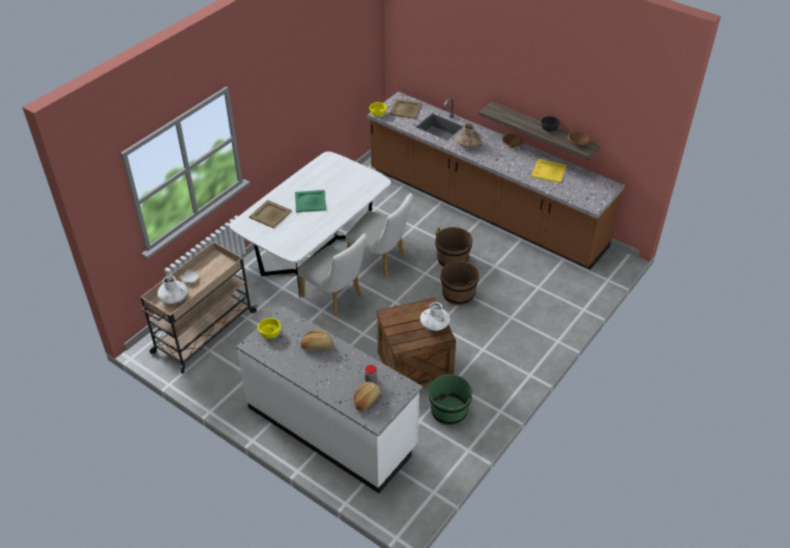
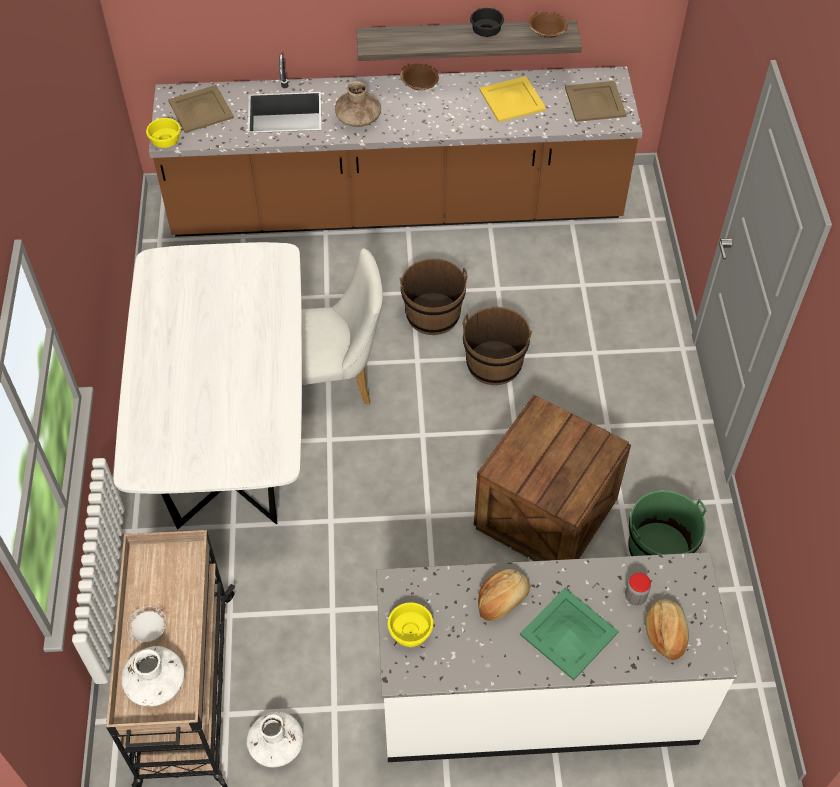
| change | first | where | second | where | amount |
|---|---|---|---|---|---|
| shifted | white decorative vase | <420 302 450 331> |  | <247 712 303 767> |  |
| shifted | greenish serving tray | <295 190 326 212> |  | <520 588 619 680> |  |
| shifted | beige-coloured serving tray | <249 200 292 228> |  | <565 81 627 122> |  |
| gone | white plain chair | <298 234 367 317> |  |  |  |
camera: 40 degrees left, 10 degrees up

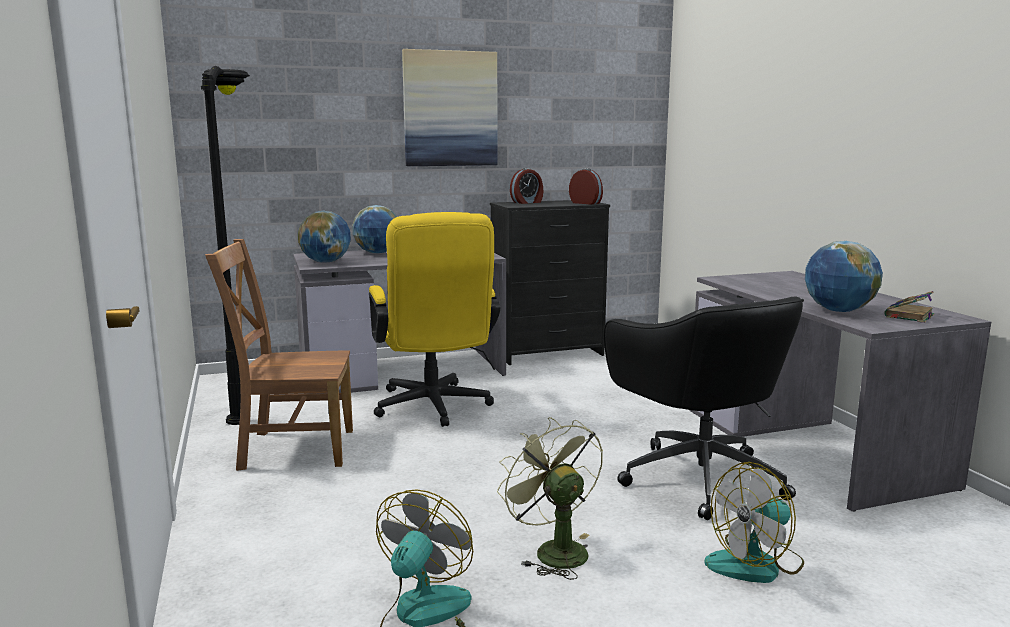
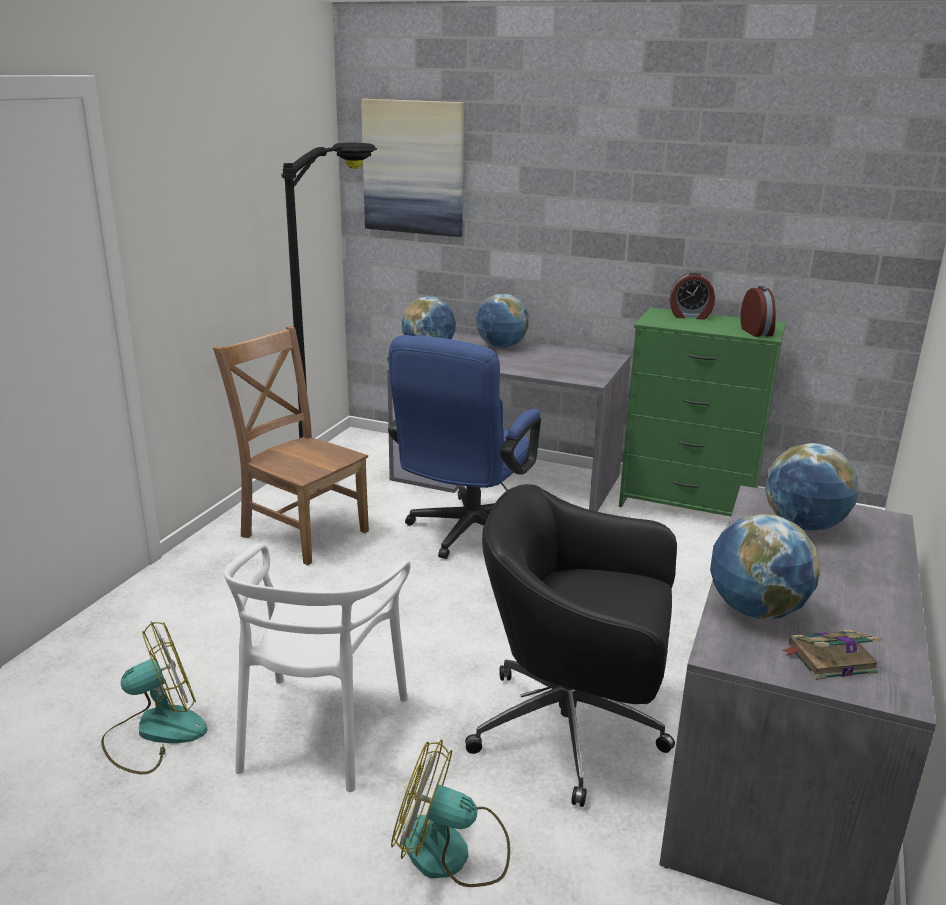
| change | first | where | second | where | amount |
|---|---|---|---|---|---|
| swapped | greenish cooling fan | <497 417 603 580> | white plain chair | <224 543 410 792> |  |
| shifted | picture | <402 49 498 166> |  | <361 99 464 237> |  |
| repainted | yellow computer chair | <369 212 500 427> | bluish computer chair | <388 335 541 559> |  |
| rotated | blackish computer chair | <604 296 804 520> |  | <465 484 677 807> | 90 degrees clockwise |
| repainted | blackish drawer chest | <490 200 610 365> | greenish drawer chest | <619 307 786 516> |  |
| new |  |  | world globe | <765 443 859 531> |  |
camera: 40 degrees right, 10 degrees up

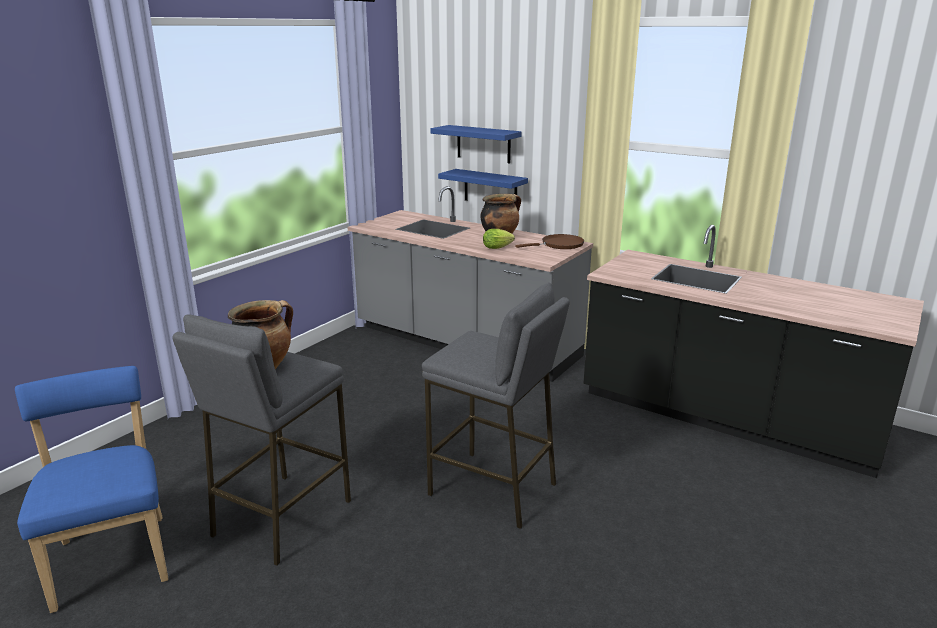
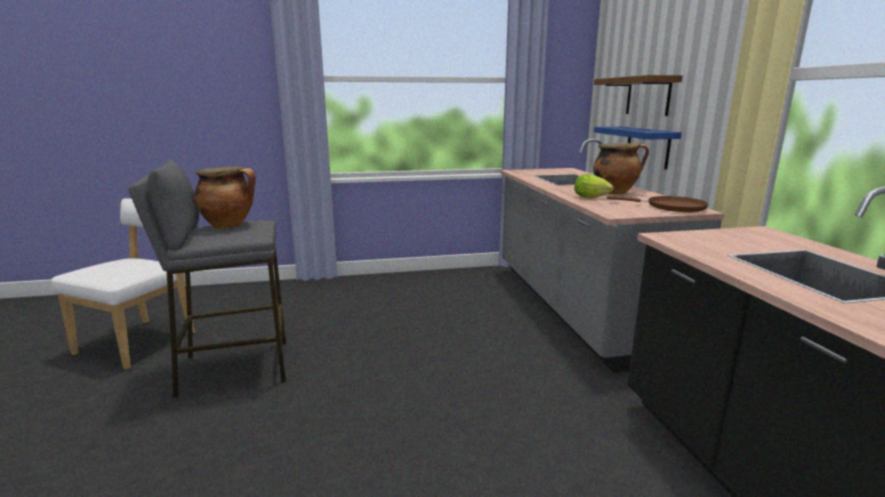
| change | first | where | second | where | amount |
|---|---|---|---|---|---|
| repainted | bluish plain chair | <15 366 168 613> | white plain chair | <51 198 195 369> |  |
| repainted | bluish shelf | <430 125 522 163> | brown shelf | <594 75 683 116> |  |
| gone | grey sitting stool | <422 282 570 529> |  |  |  |
camera: 45 degrees right, 5 degrees down

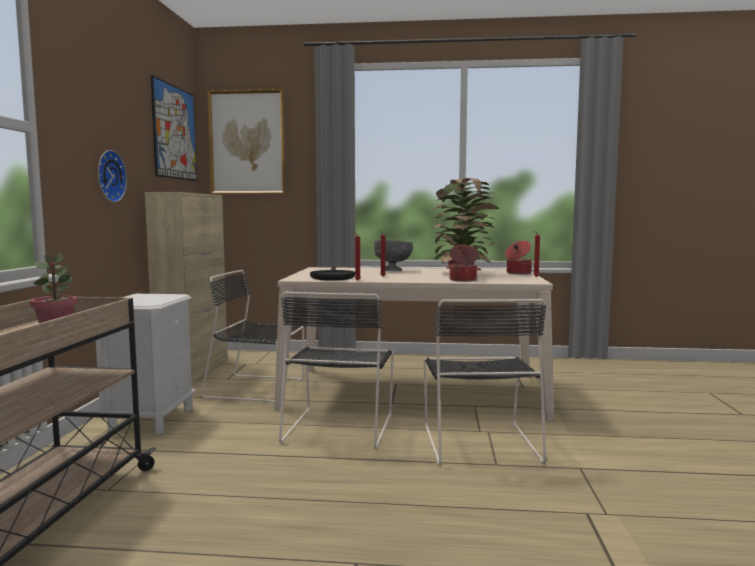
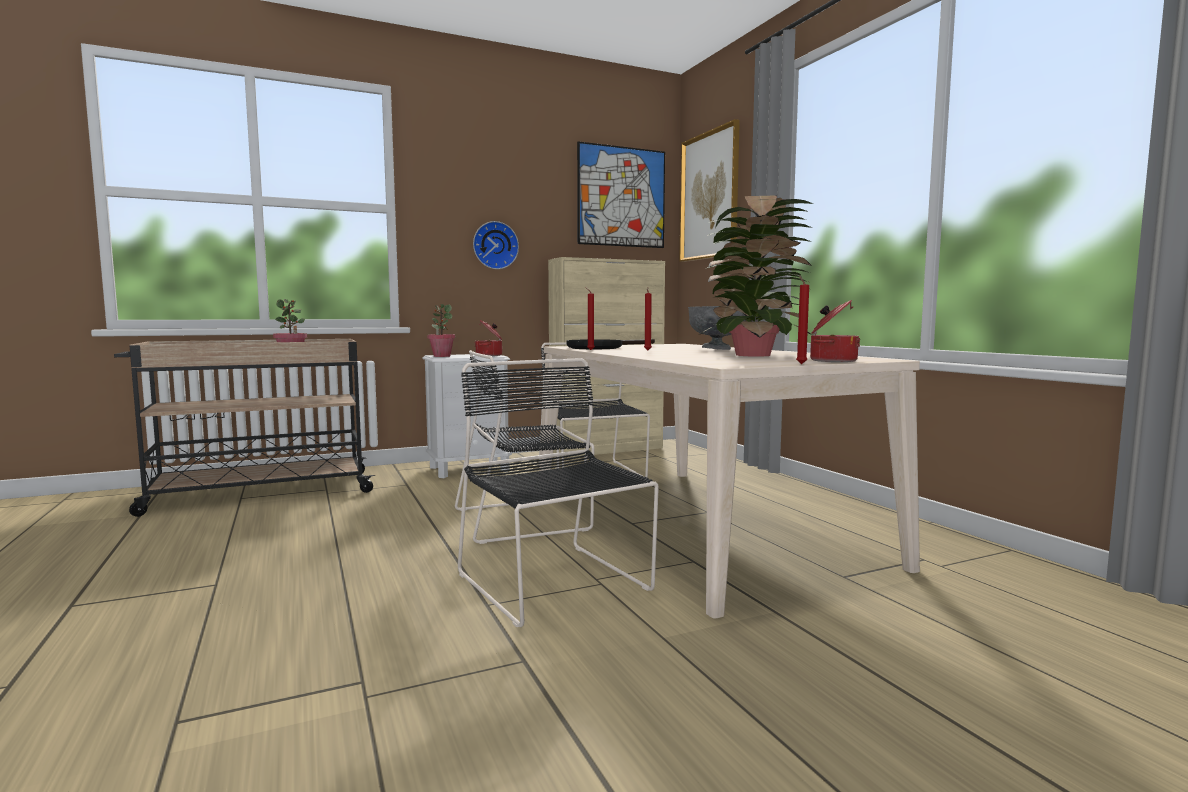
| change | first | where | second | where | amount |
|---|---|---|---|---|---|
| new |  |  | houseplant | <428 304 455 357> |  |
| rotated | blackish plain chair | <424 299 546 466> |  | <458 358 659 627> | 90 degrees clockwise |
| shifted | cooking pot | <446 245 481 282> |  | <475 320 502 356> |  |
camera: 60 degrees right, 0 degrees up

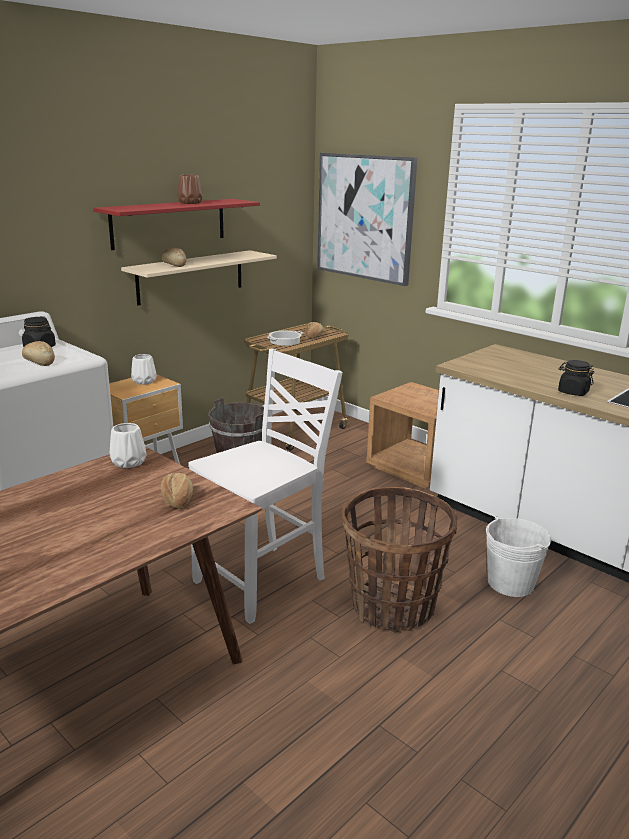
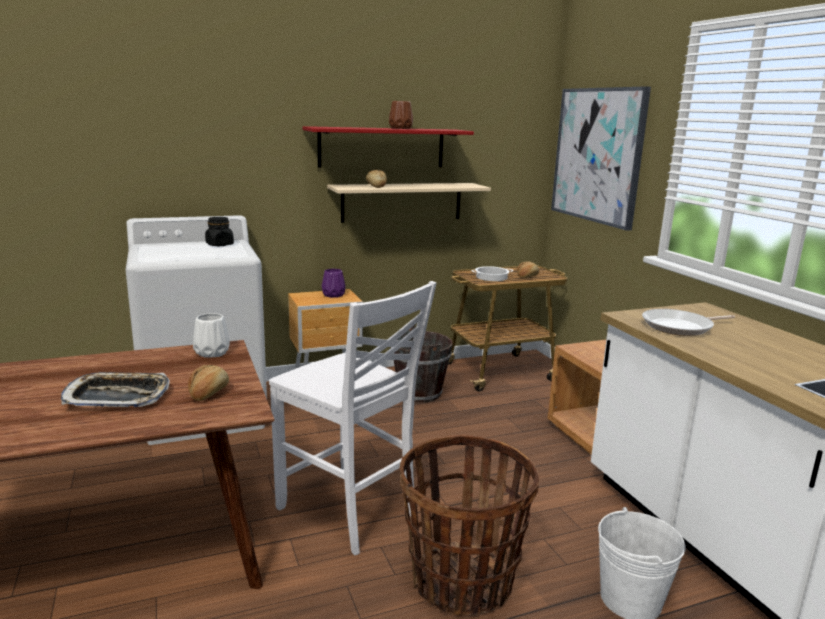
| change | first | where | second | where | amount |
|---|---|---|---|---|---|
| new |  |  | serving tray | <61 372 170 407> |  |
| rotated | white plain chair | <188 349 343 624> |  | <269 281 437 555> | 60 degrees clockwise |
| repainted | white decorative vase | <131 354 157 385> | purplish decorative vase | <322 269 345 298> |  |
| new |  |  | skillet | <642 309 735 336> |  |
| gone | baked bread | <22 341 55 366> |  |  |  |
| gone | blackish preserve jar | <558 360 594 396> |  |  |  |
camera: 25 degrees right, 5 degrees down

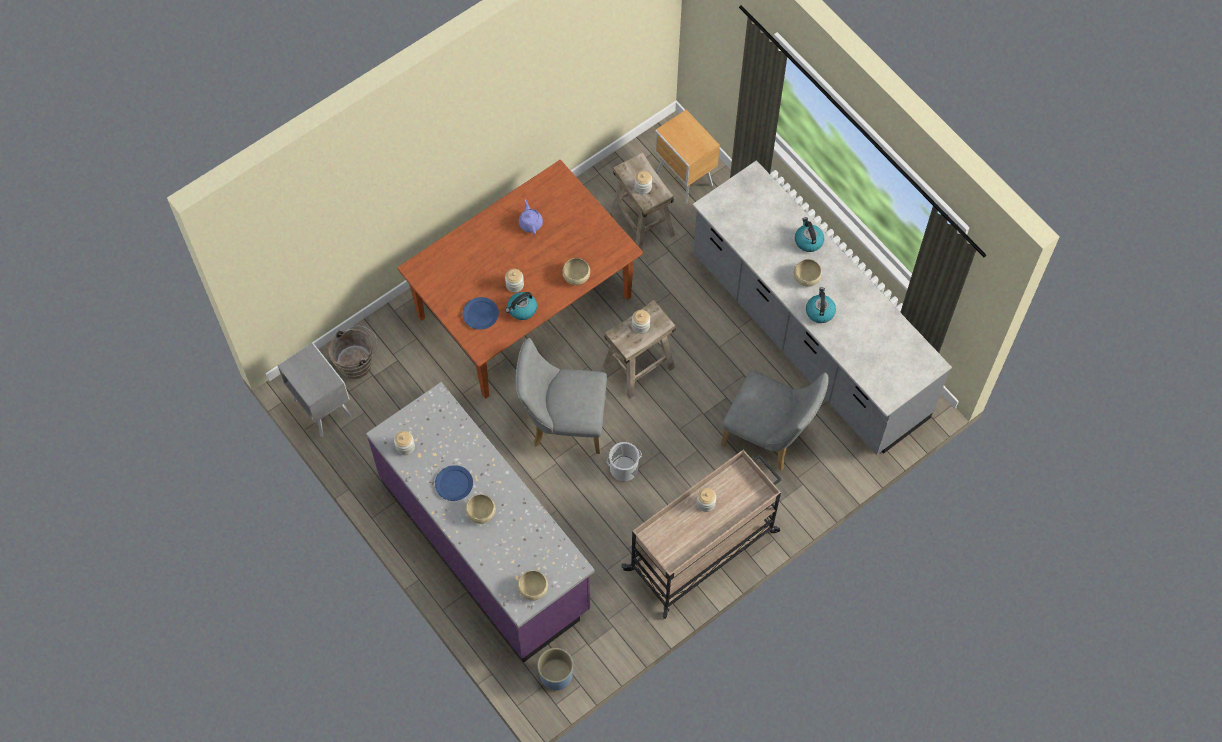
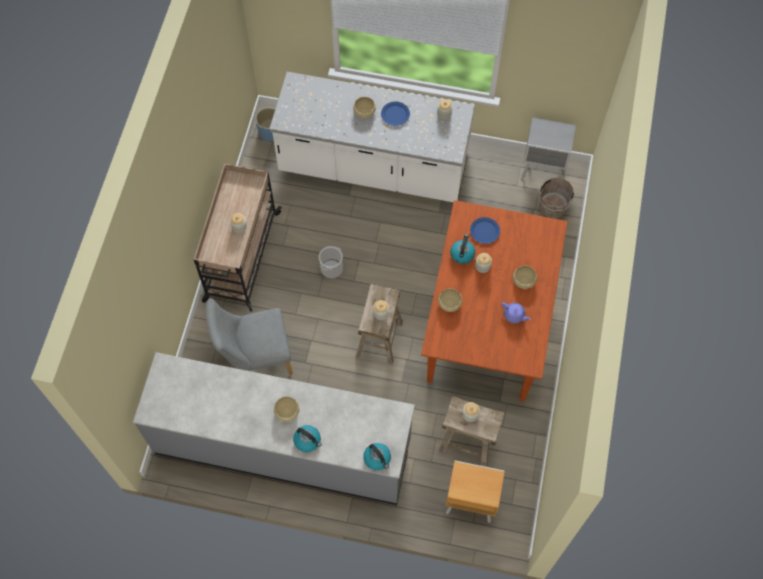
| change | first | where | second | where | amount |
|---|---|---|---|---|---|
| repainted | purplish counter | <366 382 595 662> | white counter | <269 72 475 202> |  |
| shifted | tea kettle | <806 287 836 323> |  | <363 443 391 470> |  |
| shifted | beige-coloured deep dish | <518 570 548 601> |  | <513 266 537 289> |  |
| gone | grey plain chair | <515 338 607 454> |  |  |  |
camera: 140 degrees right, 0 degrees up

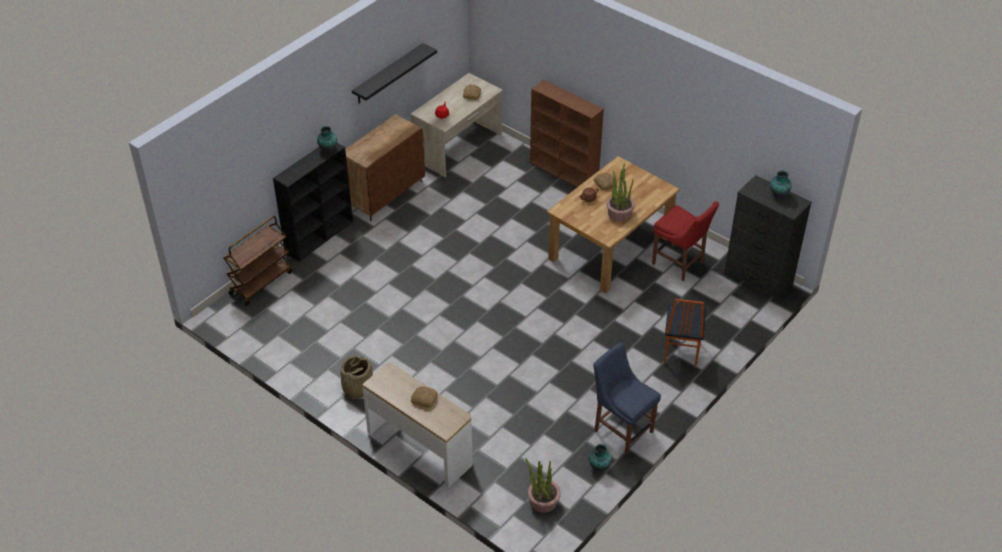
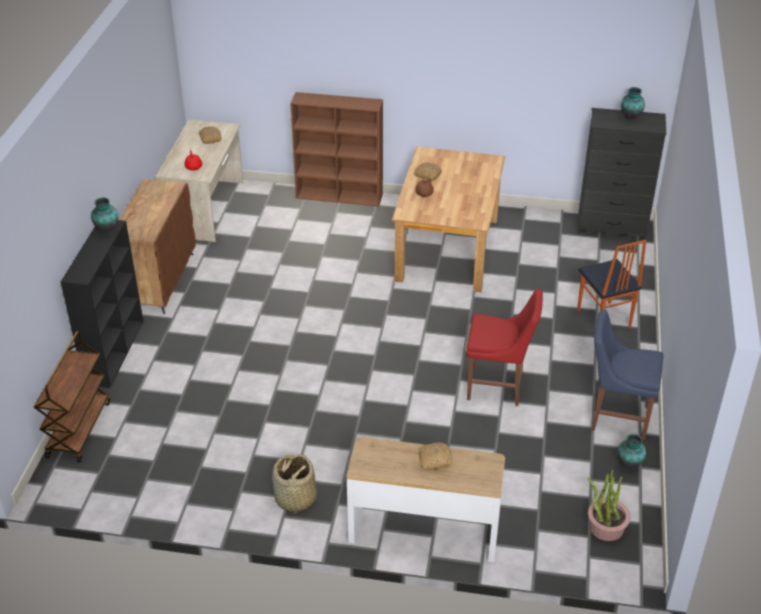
| change | first | where | second | where | amount |
|---|---|---|---|---|---|
| shifted | red plain chair | <652 201 719 281> |  | <467 289 543 406> |  |
| gone | blackish shelf | <352 43 437 104> |  |  |  |
| gone | houseplant | <606 163 635 222> |  |  |  |
camera: 30 degrees left, 5 degrees down

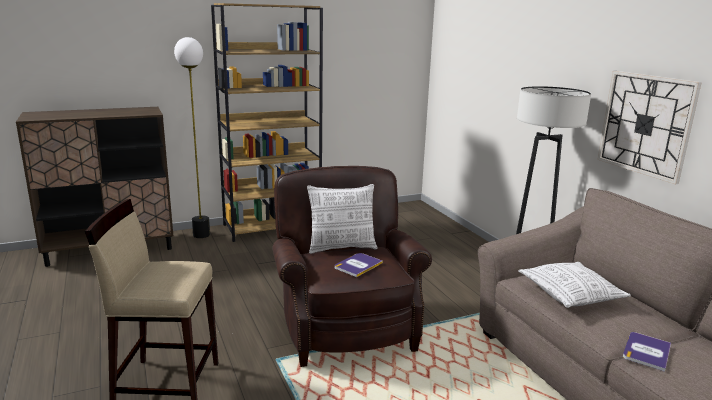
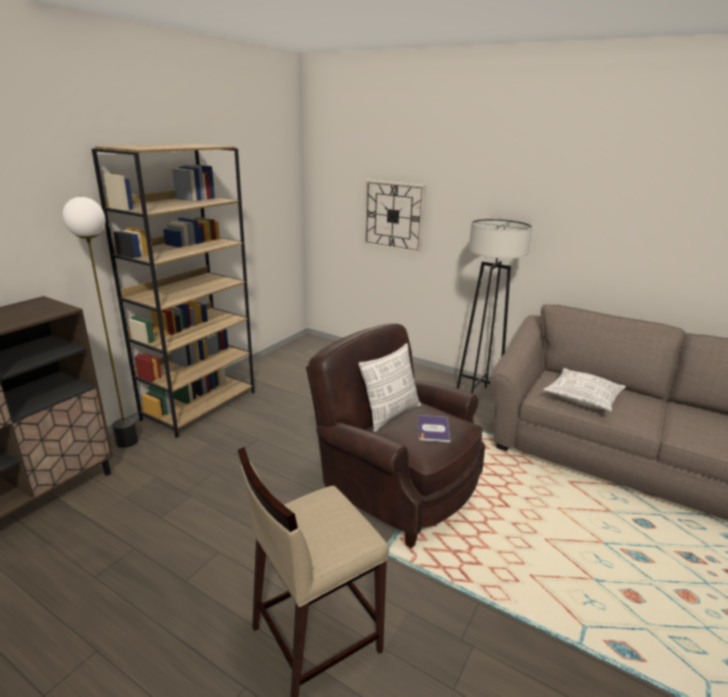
| change | first | where | second | where | amount |
|---|---|---|---|---|---|
| shifted | hanging clock | <597 71 702 185> |  | <364 179 426 254> |  |
| gone | book | <623 332 671 372> |  |  |  |
camera: 35 degrees left, 5 degrees up

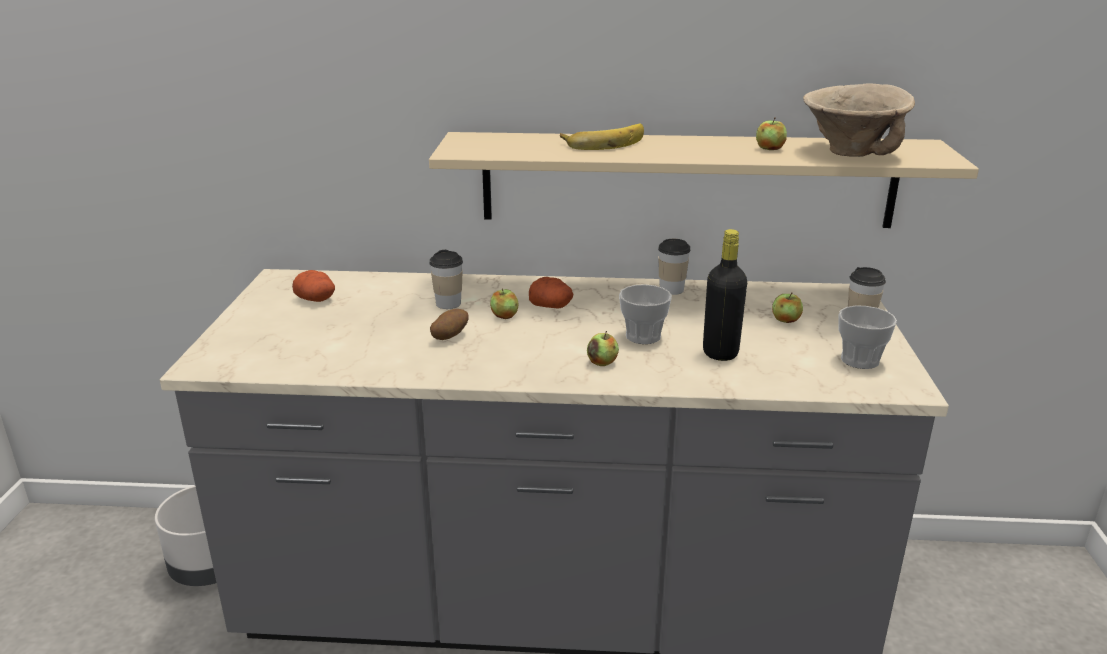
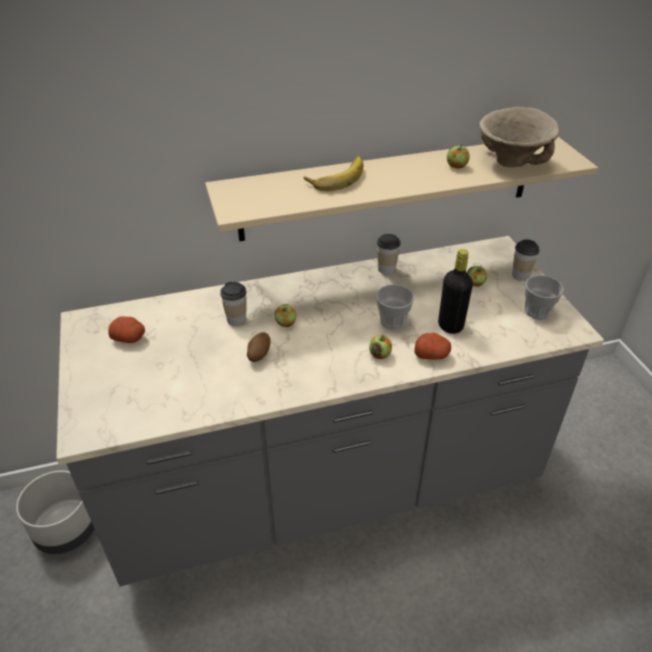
| change | first | where | second | where | amount |
|---|---|---|---|---|---|
| shifted | spud | <529 277 573 308> |  | <414 333 451 360> |  |
camera: 20 degrees left, 15 degrees up

